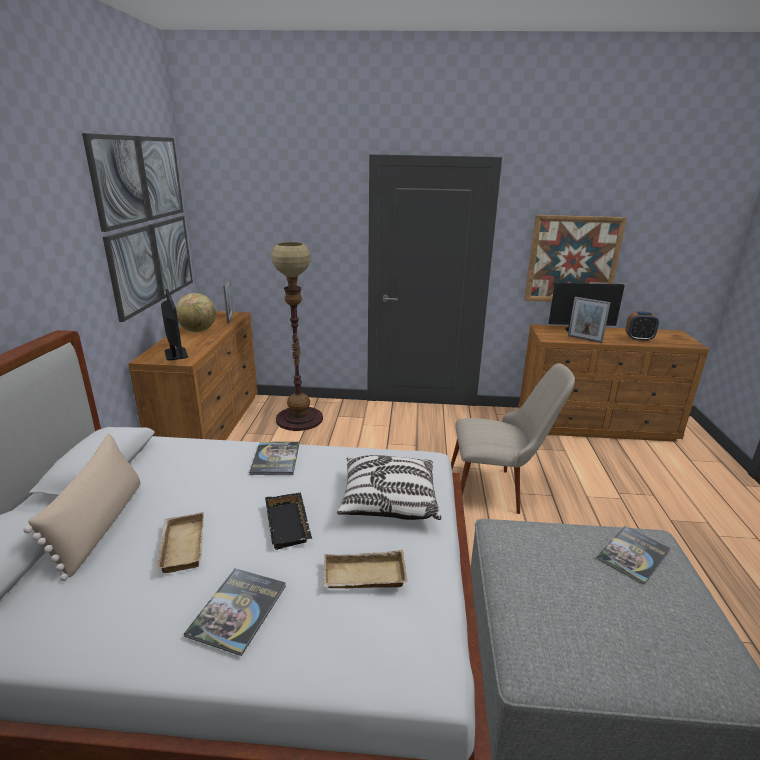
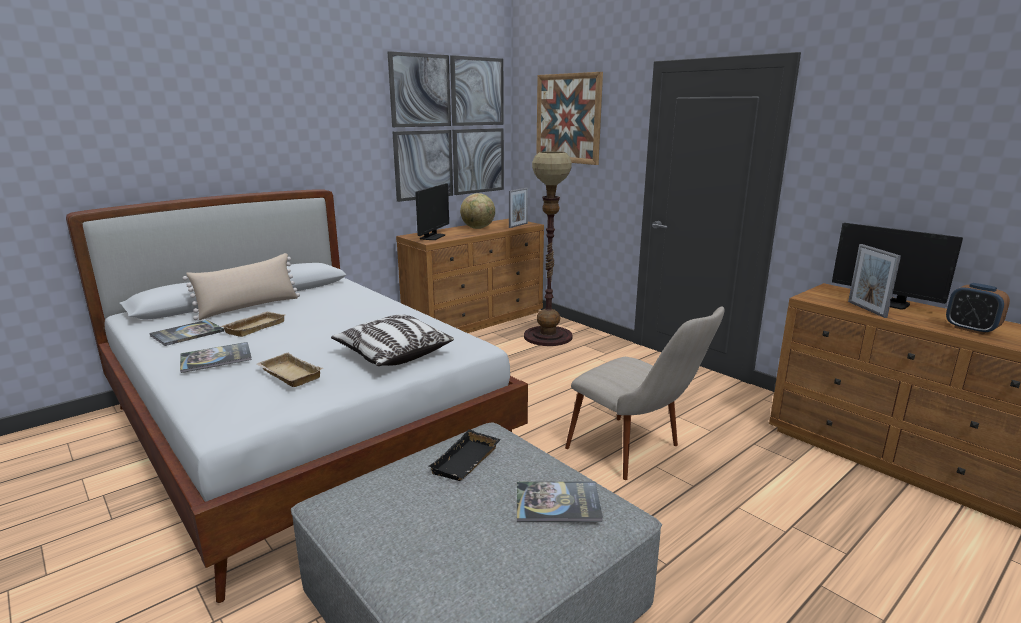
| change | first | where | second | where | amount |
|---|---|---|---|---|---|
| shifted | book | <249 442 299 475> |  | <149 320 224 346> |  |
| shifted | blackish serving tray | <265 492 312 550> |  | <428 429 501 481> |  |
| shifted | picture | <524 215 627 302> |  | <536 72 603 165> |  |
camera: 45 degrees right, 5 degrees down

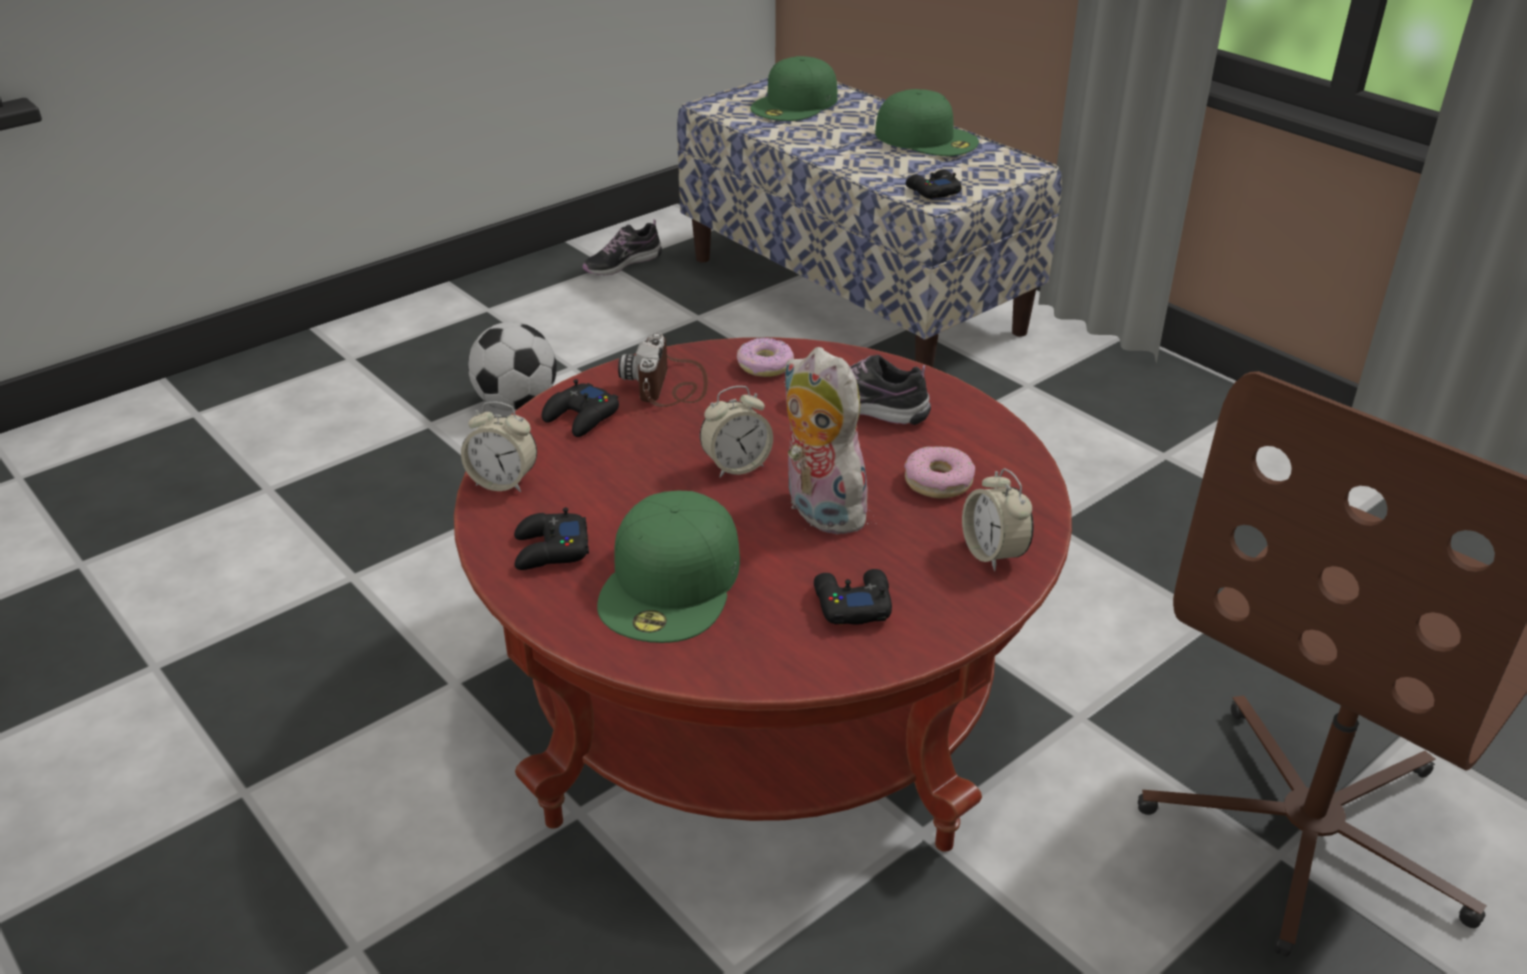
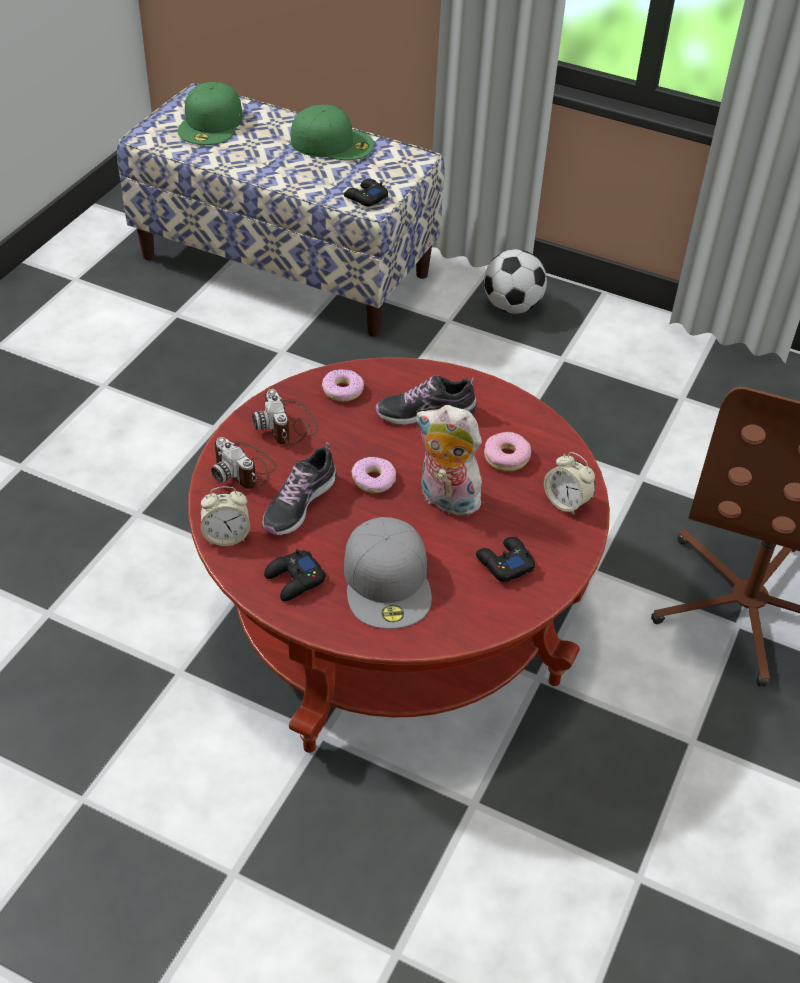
| change | first | where | second | where | amount |
|---|---|---|---|---|---|
| swapped | blackish joypad | <542 379 619 437> | still camera | <211 437 277 489> |  |
| shifted | item of footwear | <583 219 662 275> |  | <262 442 337 535> |  |
| repainted | greenish peaked cap | <597 491 740 643> | grey peaked cap | <344 517 432 629> |  |
| swapped | table clock | <700 386 773 478> | doughnut | <352 457 396 493> |  |
| shifted | ball for football | <468 322 557 411> |  | <484 249 547 314> |  |
camera: 25 degrees left, 10 degrees up

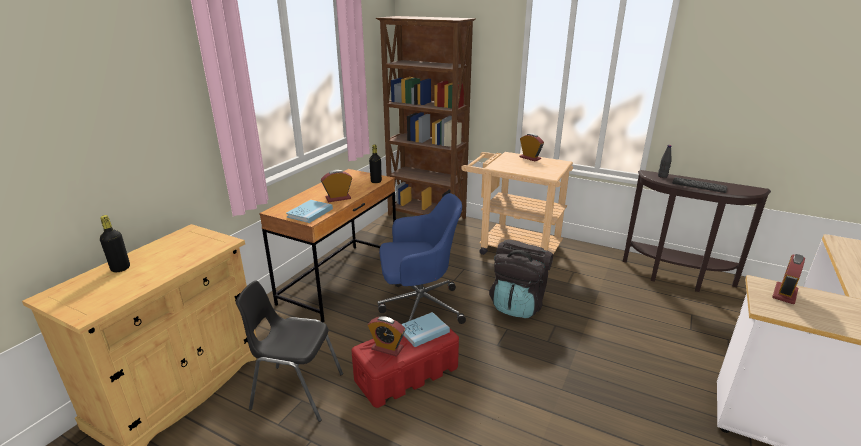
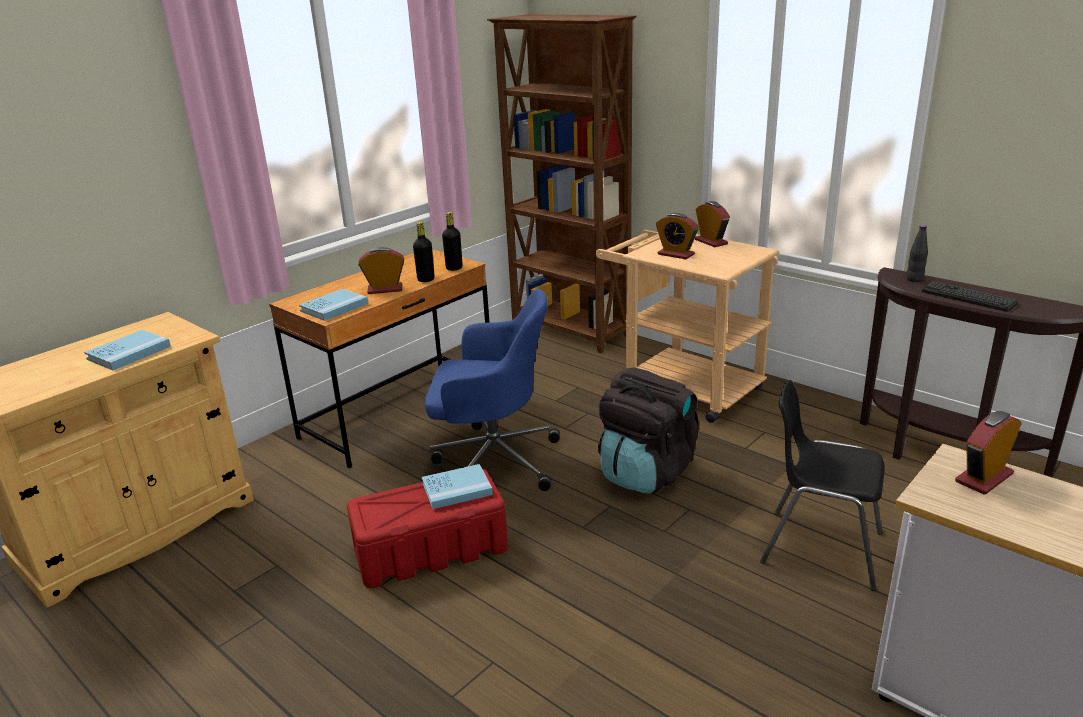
| change | first | where | second | where | amount |
|---|---|---|---|---|---|
| new |  |  | bluish book | <84 330 171 370> |  |
| shifted | blackish bottle | <100 215 130 273> |  | <413 222 435 282> |  |
| shifted | table clock | <368 316 405 357> |  | <656 213 699 259> |  |
| shifted | blackish plain chair | <236 281 343 422> |  | <760 380 885 591> |  |
camera: 15 degrees right, 0 degrees up

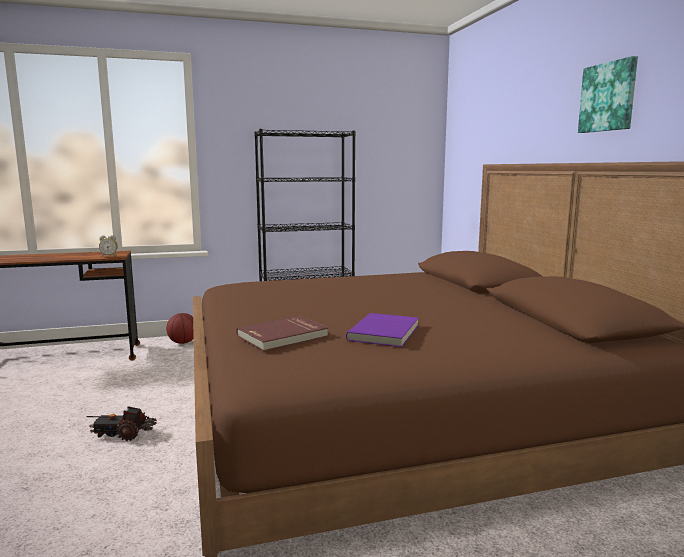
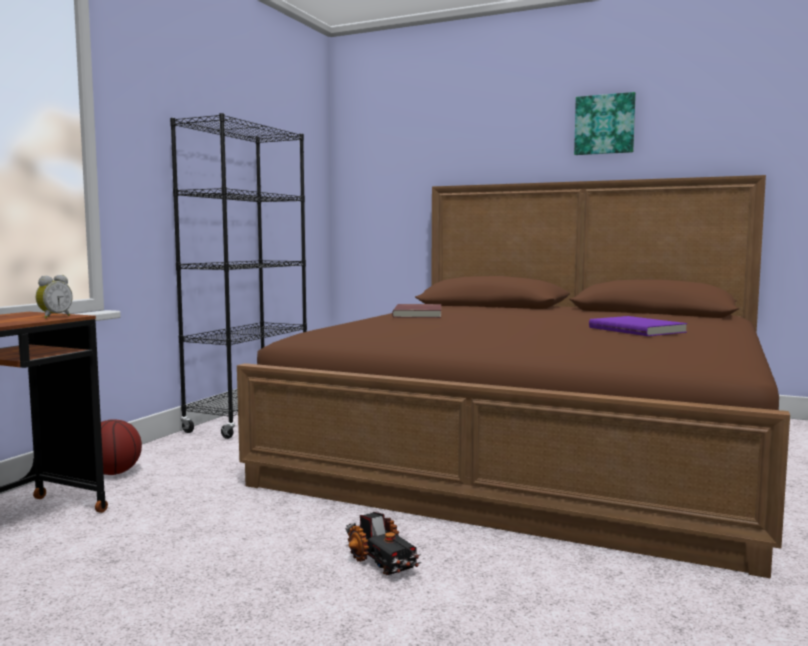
| change | first | where | second | where | amount |
|---|---|---|---|---|---|
| rotated | model truck | <86 406 157 441> |  | <346 512 422 576> | 75 degrees counterclockwise |
| shifted | red book | <236 316 328 351> |  | <392 304 441 318> |  |
camera: 50 degrees left, 5 degrees down

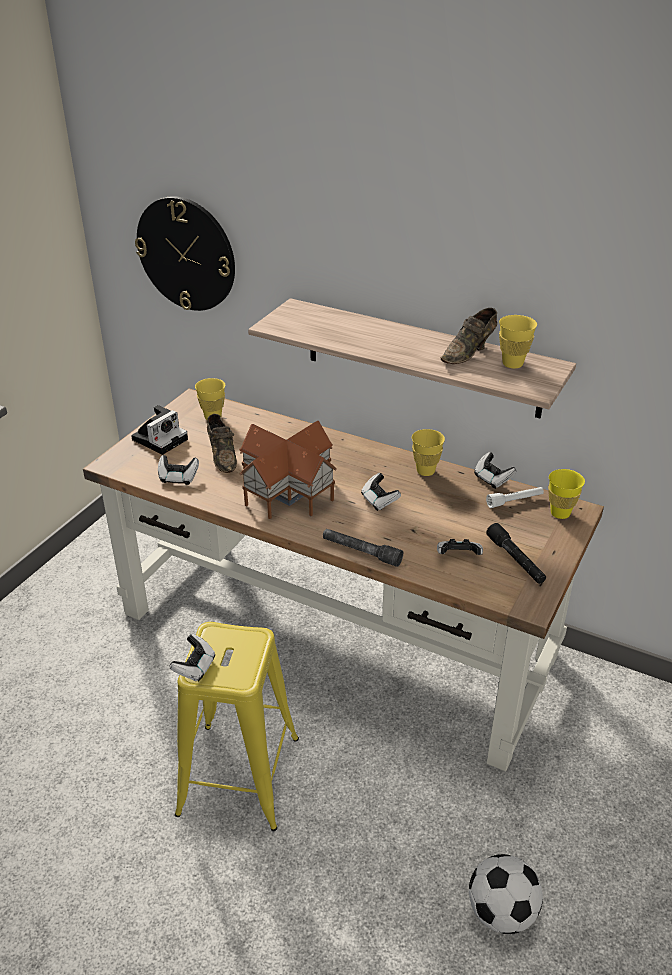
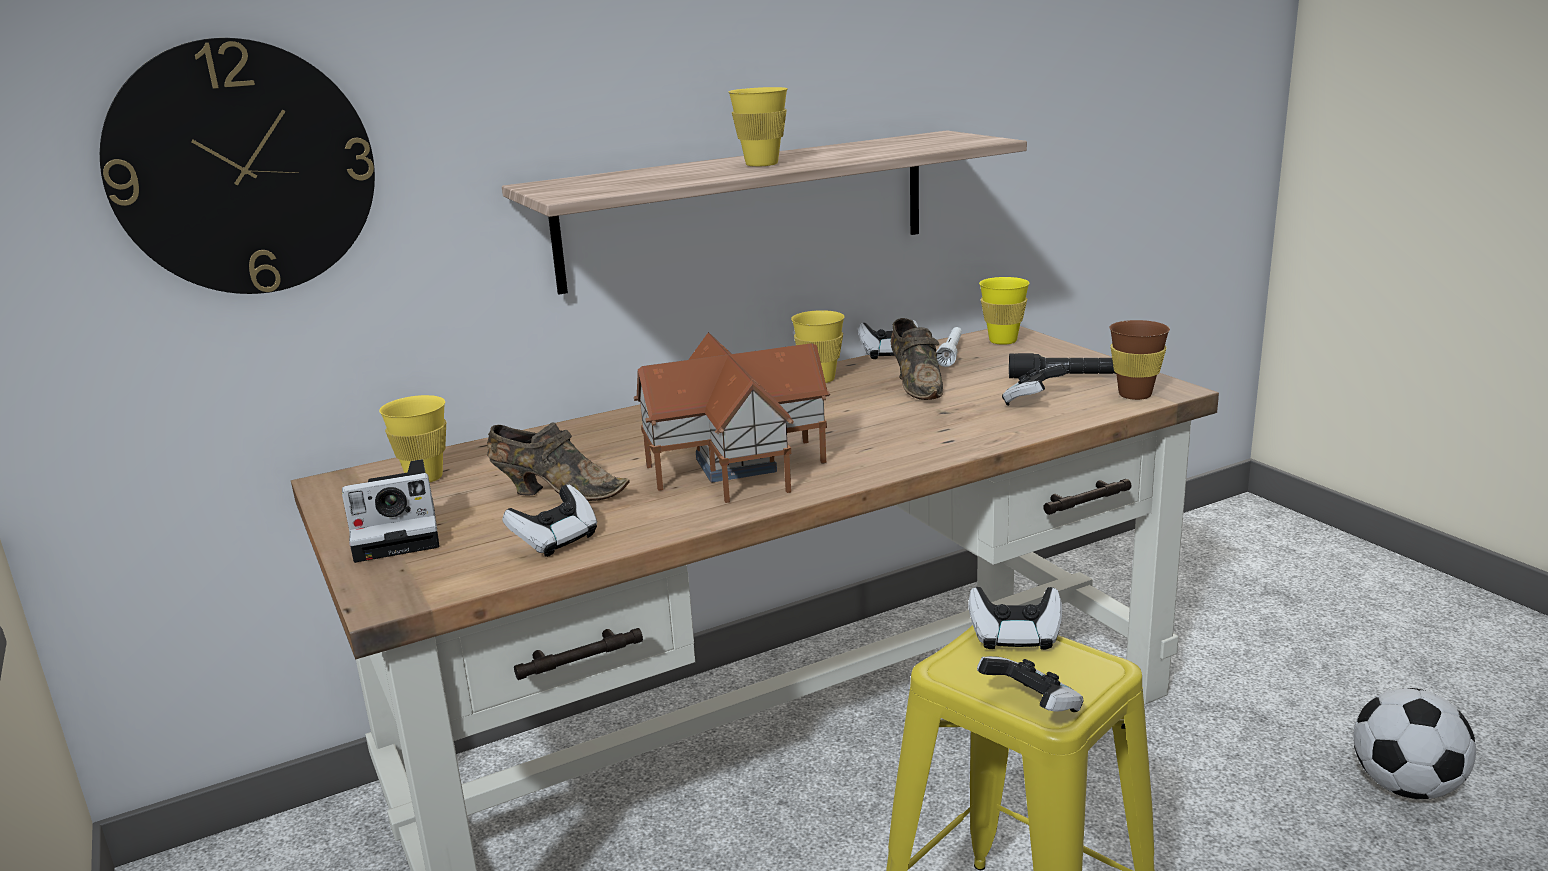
| change | first | where | second | where | amount |
|---|---|---|---|---|---|
| rotated | still camera | <131 405 188 455> |  | <342 459 439 563> | 90 degrees clockwise |
| shifted | yellow small cup | <499 315 537 368> |  | <728 87 788 167> |  |
| shifted | brown item of footwear | <441 308 497 364> |  | <891 318 943 400> |  |
| shifted | joypad | <361 473 401 511> |  | <969 587 1062 650> |  |
| new |  |  | brown small cup | <1109 320 1170 400> |  |
| gone | grey torch | <323 529 403 567> |  |  |  |
camera: 55 degrees left, 15 degrees down

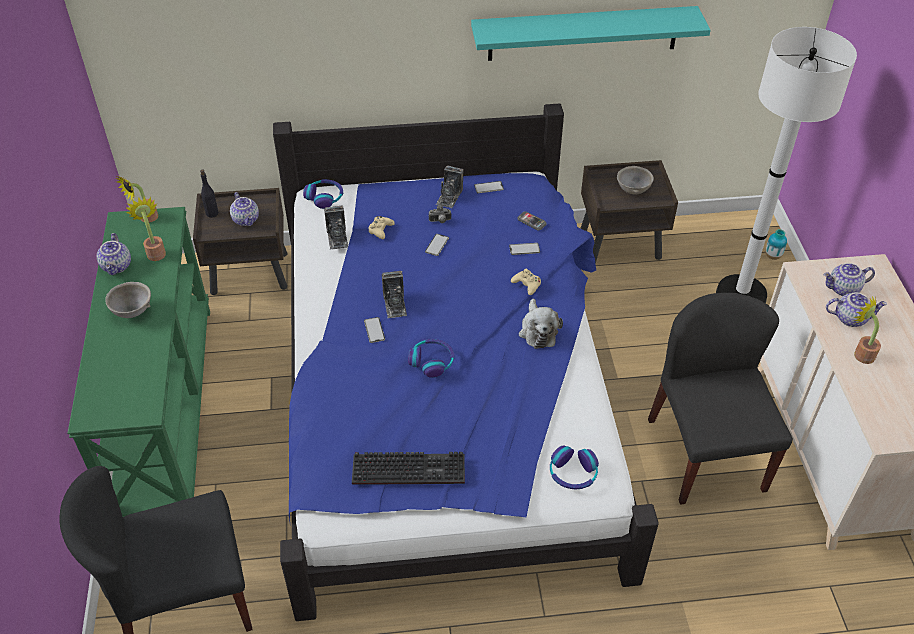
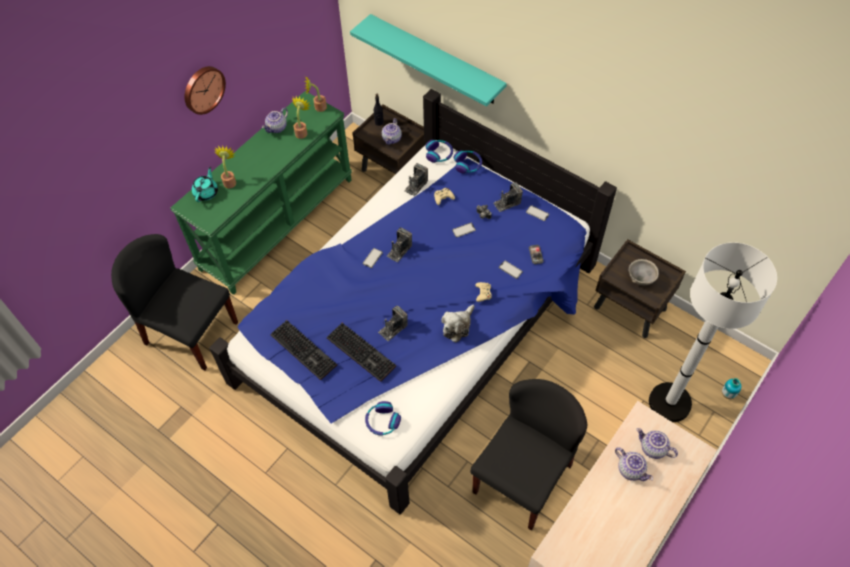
| change | first | where | second | where | amount |
|---|---|---|---|---|---|
| new |  |  | hanging clock | <185 66 226 115> |  |
| new |  |  | blue-green pot for tea | <192 166 218 202> |  |
| shifted | houseplant | <853 296 881 364> |  | <214 146 236 189> |  |
| new |  |  | computer keyboard | <327 323 396 382> |  |
| shifted | blue-green shelf | <471 6 711 61> |  | <350 14 507 106> |  |
| new |  |  | still camera | <378 305 408 341> |  |
| shifted | headset | <408 339 455 378> |  | <454 150 482 174> |  |
| gone | grey deep dish | <105 282 151 318> |  |  |  |
camera: 45 degrees right, 10 degrees up

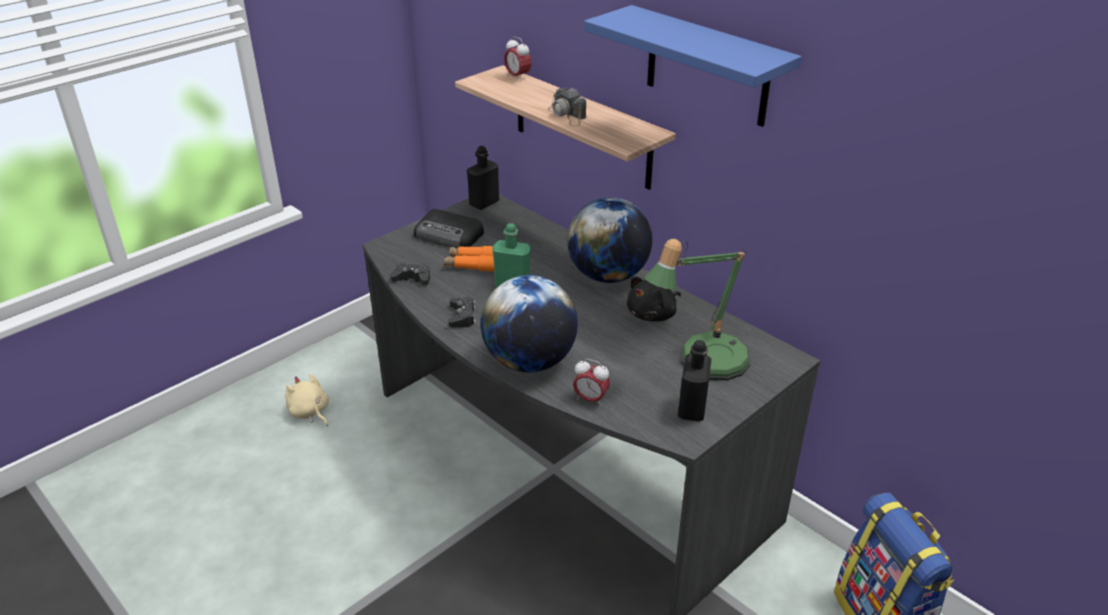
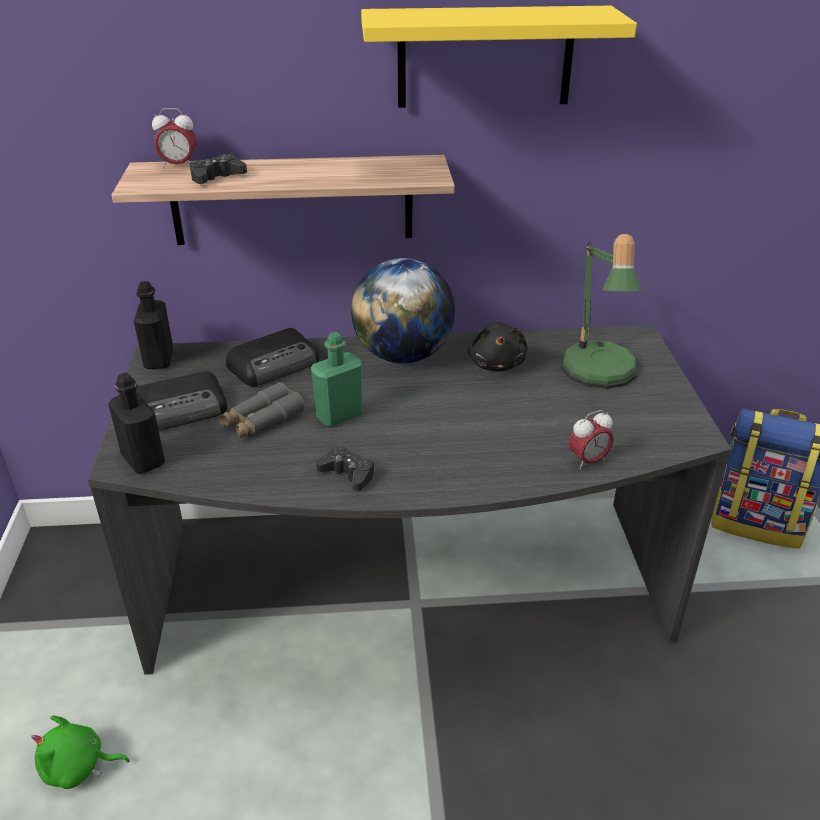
| change | first | where | second | where | amount |
|---|---|---|---|---|---|
| repainted | beige-coloured soft toy | <285 374 329 426> | greenish soft toy | <31 716 130 789> |  |
| shifted | blackish bottle | <678 340 712 421> |  | <108 373 165 474> |  |
| shifted | blackish joypad | <390 263 430 286> |  | <190 154 247 184> |  |
| repainted | orange pair of binoculars | <444 246 495 272> | grey pair of binoculars | <218 382 305 438> |  |
| new |  |  | radio set | <226 328 319 386> |  |
| repainted | bluish shelf | <584 5 802 127> | yellow shelf | <361 6 637 108> |  |
| gone | world globe | <481 275 578 372> |  |  |  |
| gone | still camera | <548 88 586 126> |  |  |  |
camera: 50 degrees left, 0 degrees up

